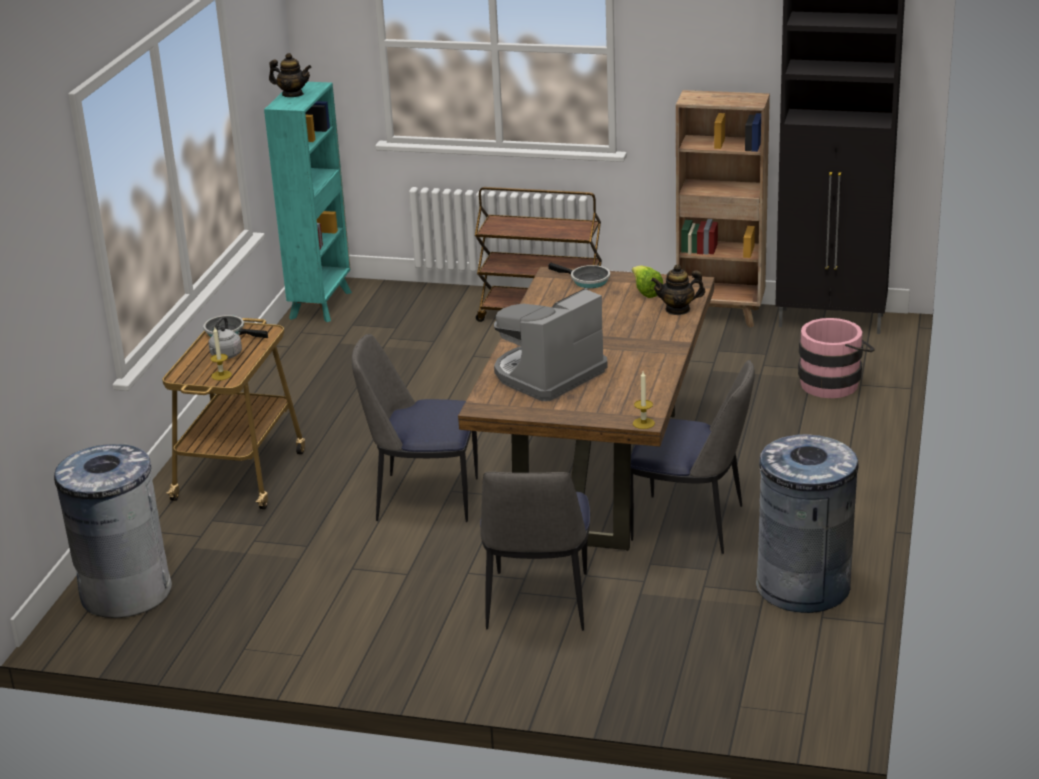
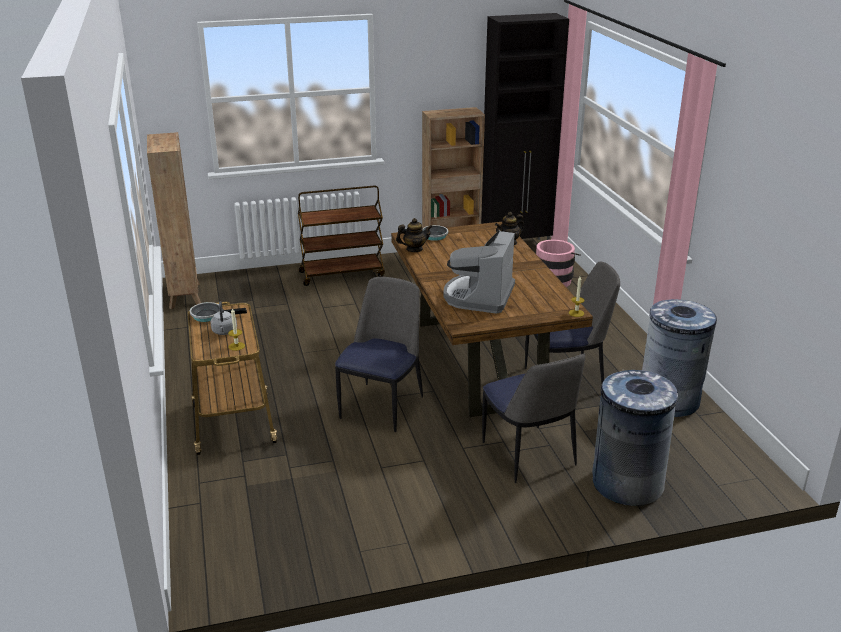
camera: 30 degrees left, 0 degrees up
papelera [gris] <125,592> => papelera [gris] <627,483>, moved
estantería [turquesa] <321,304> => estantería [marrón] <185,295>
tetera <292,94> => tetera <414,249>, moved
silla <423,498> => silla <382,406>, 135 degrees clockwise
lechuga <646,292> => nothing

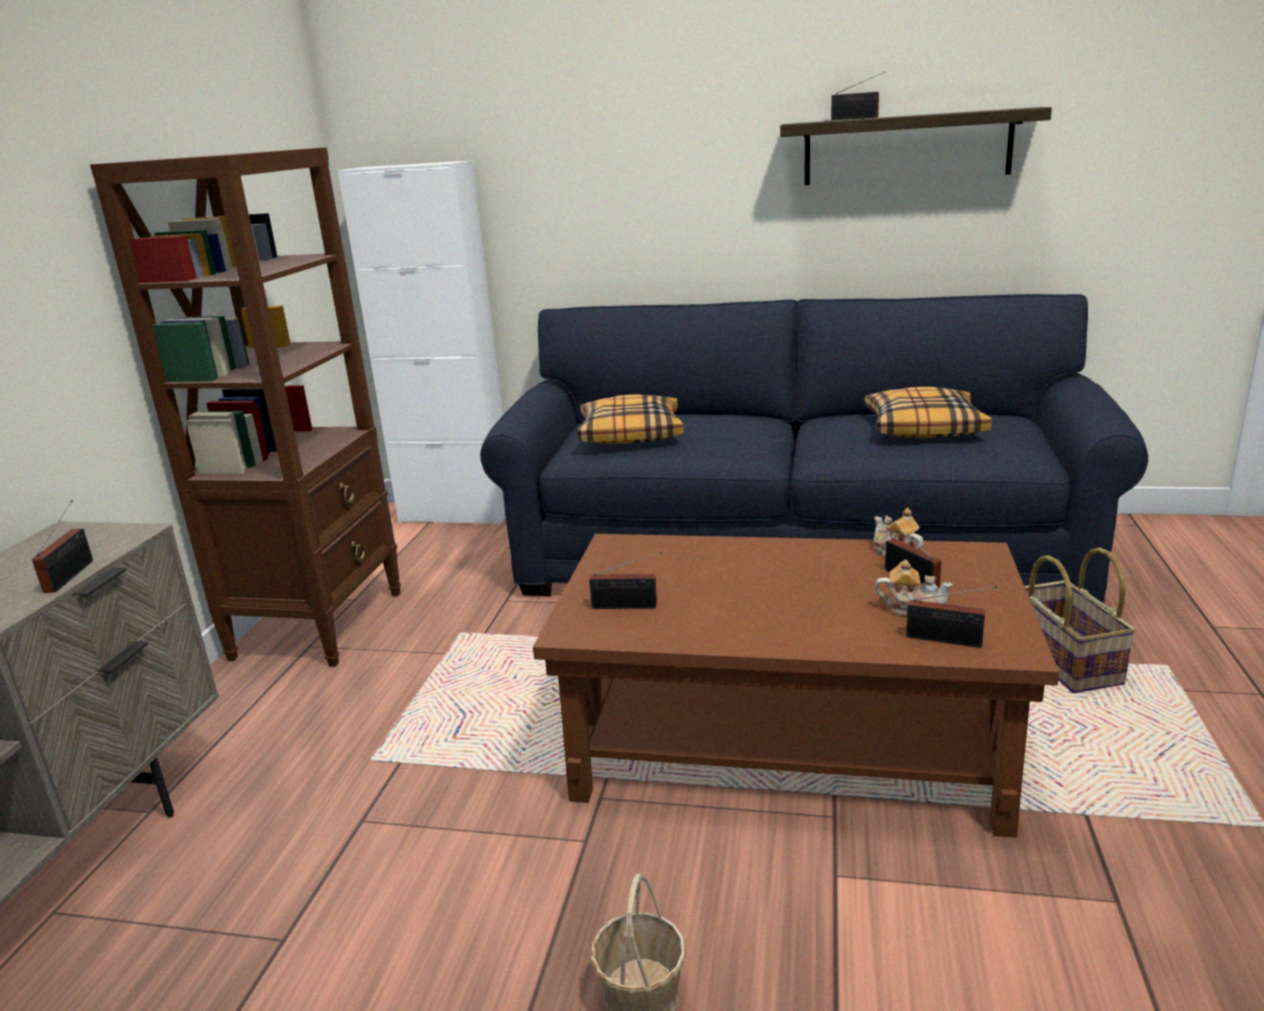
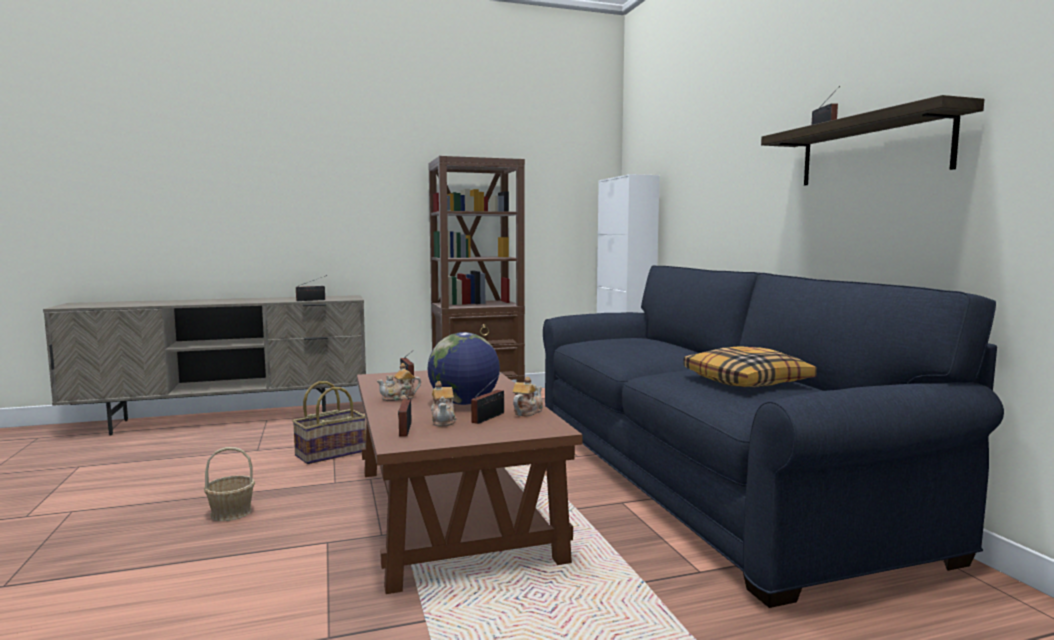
camera: 60 degrees right, 15 degrees down
cojín <630,434> => nothing
cesta <1064,662> => cesta <331,453>, moved
nothing => tetera <399,398>
nothing => globo terráqueo <464,403>

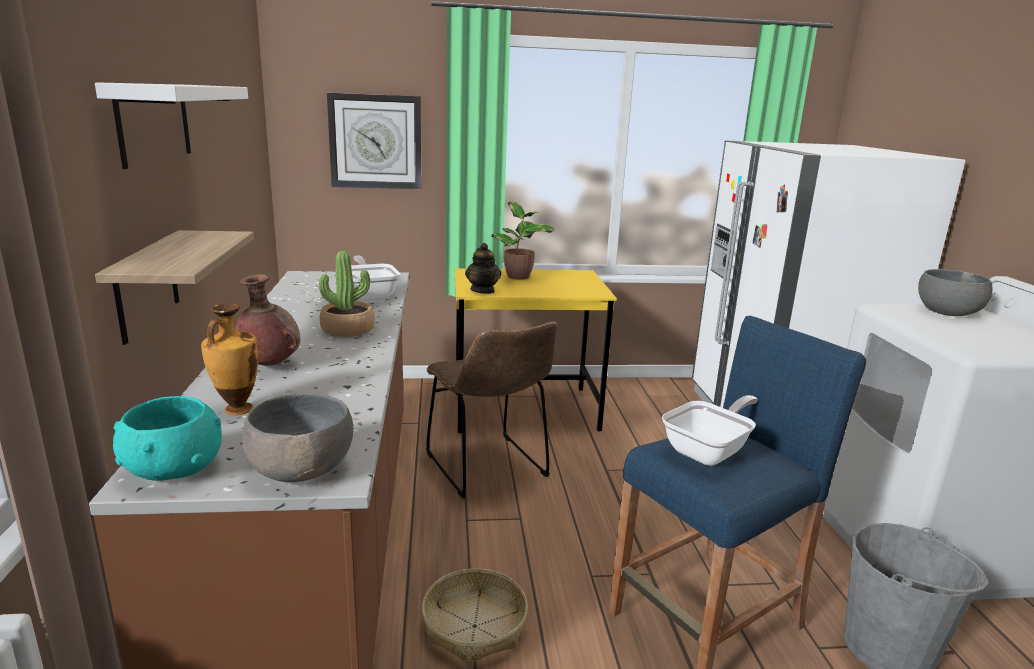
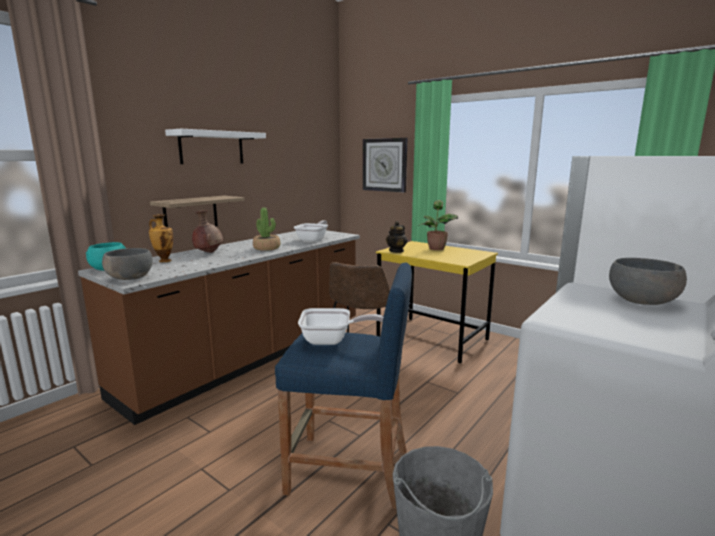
camera: 45 degrees right, 5 degrees down
cesta <474,626> => nothing

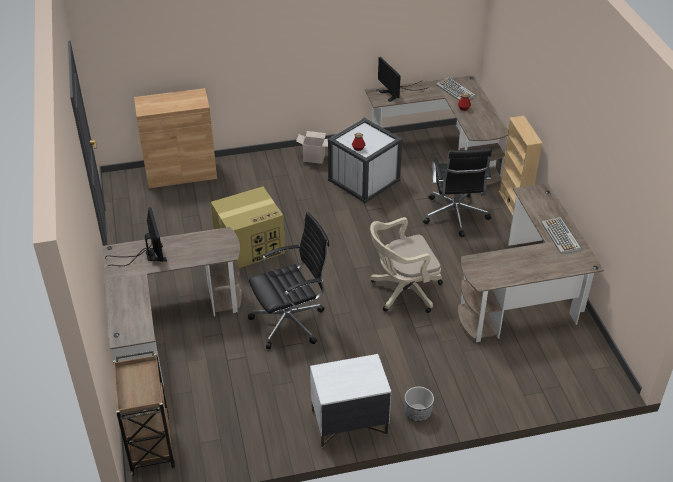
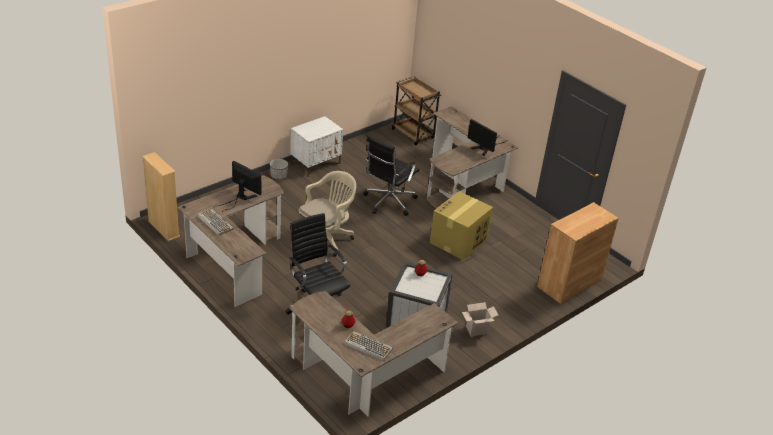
camera: 150 degrees right, 5 degrees down
monitor <396,93> => monitor <240,198>, moved
estantería [beis] <513,204> => estantería [beis] <163,229>, moved

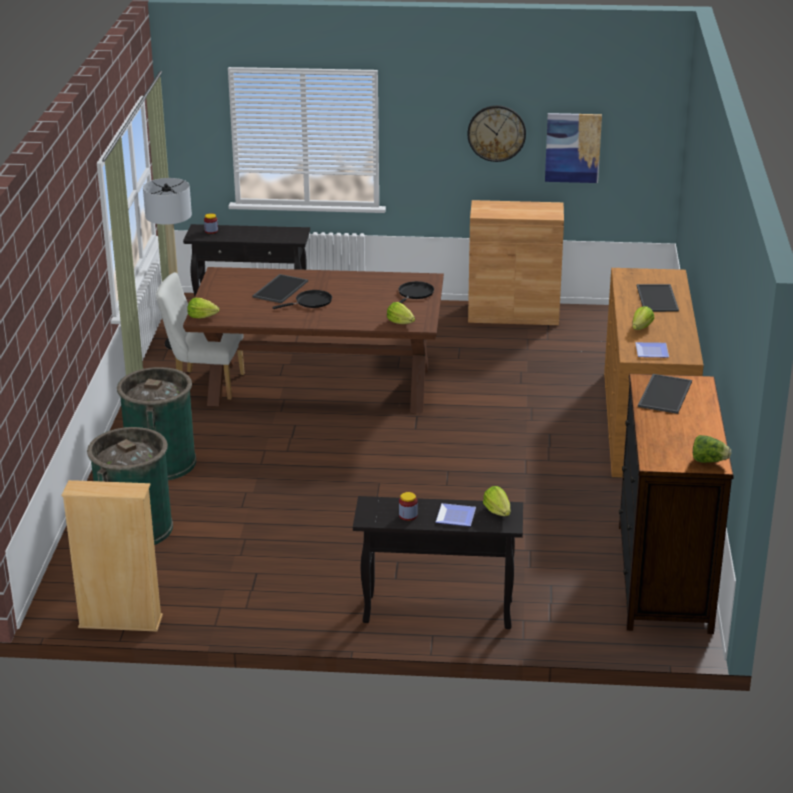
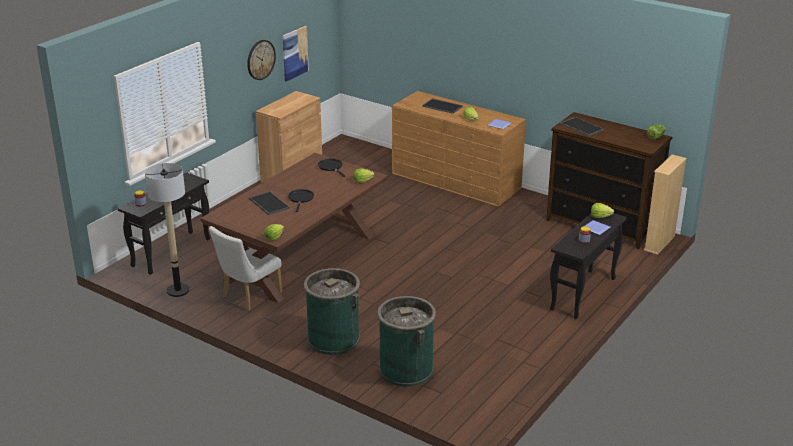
camera: 60 degrees left, 0 degrees up
estantería [beis] <120,622> => estantería [beis] <659,243>, moved

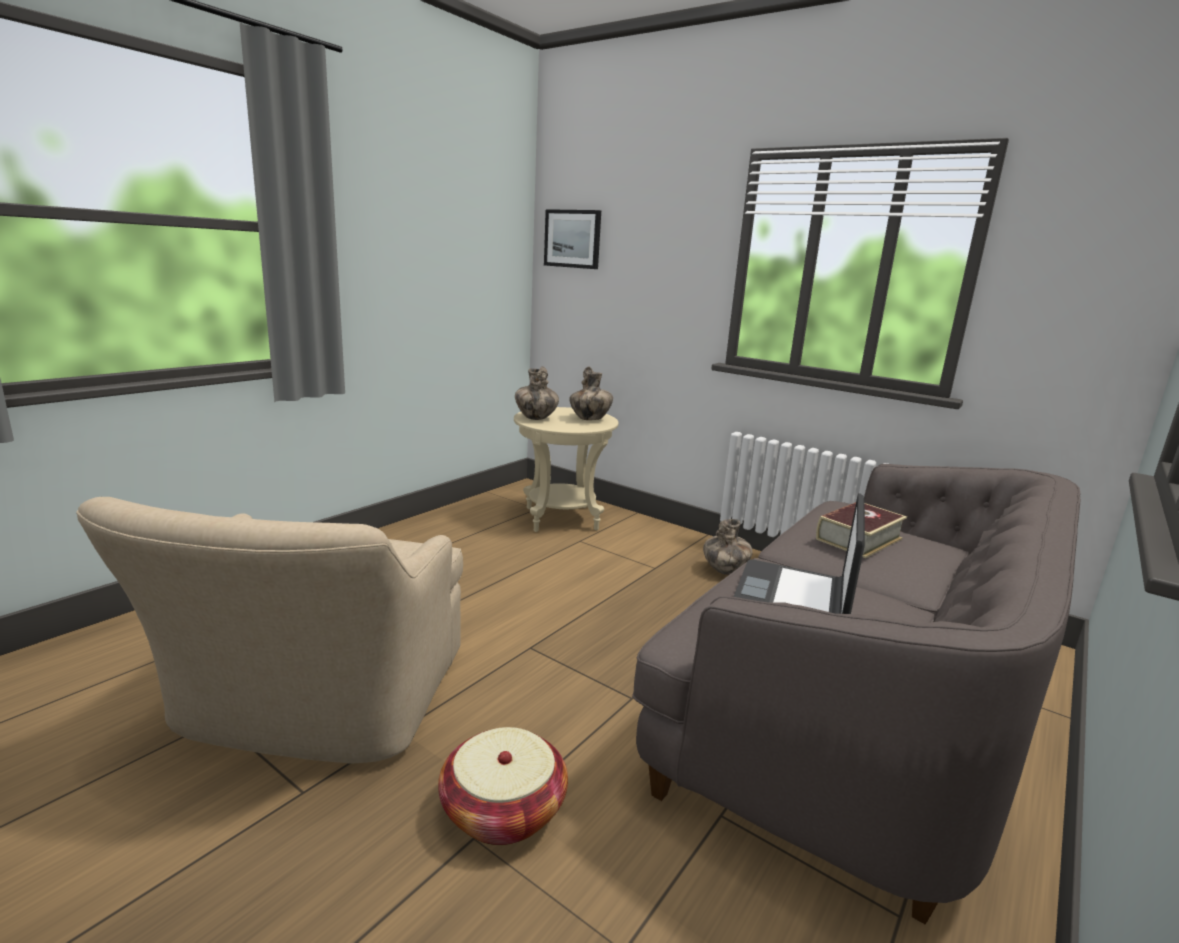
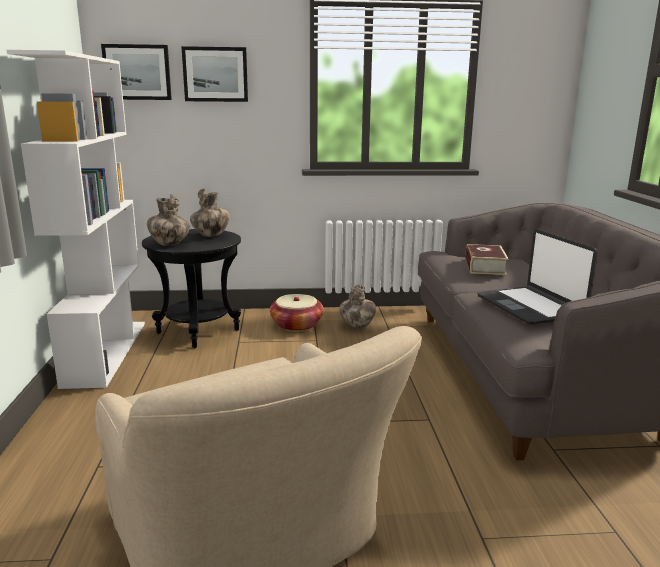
camera: 40 degrees left, 0 degrees up
cesta <503,811> => cesta <296,325>, moved
mesa auxiliar [beis] <561,519> => mesa auxiliar [negro] <198,331>
nothing => estantería [blanco] <106,352>
nothing => cuadro <215,74>

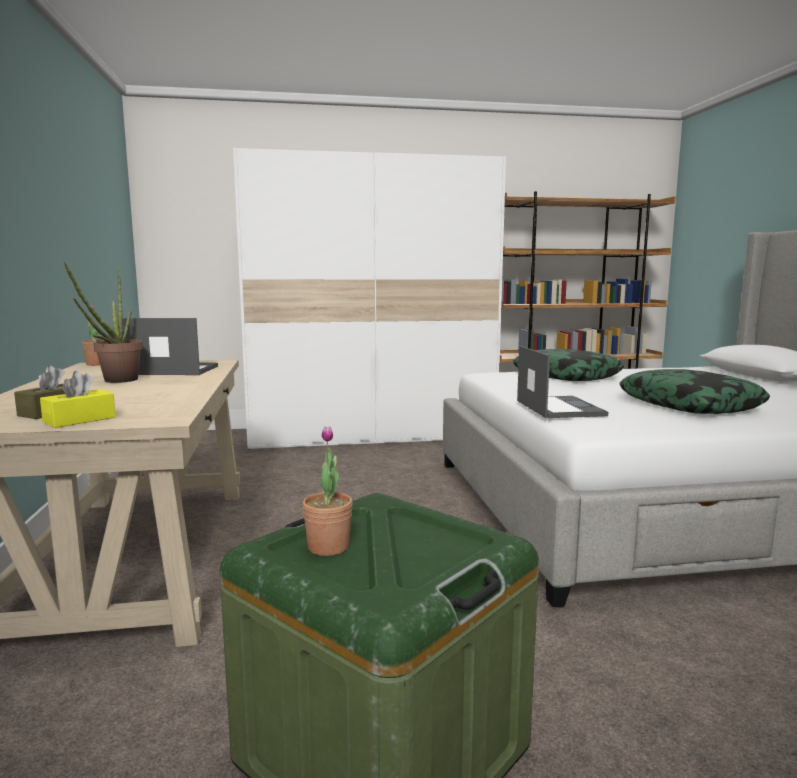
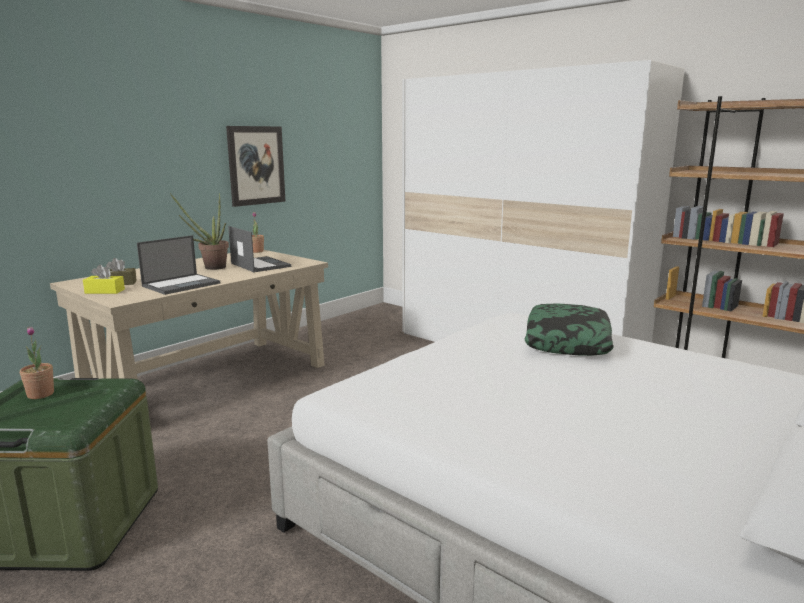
camera: 50 degrees right, 5 degrees up
portátil <558,408> => portátil <182,284>, moved
cojín <689,405> => nothing
nothing => cuadro <256,165>

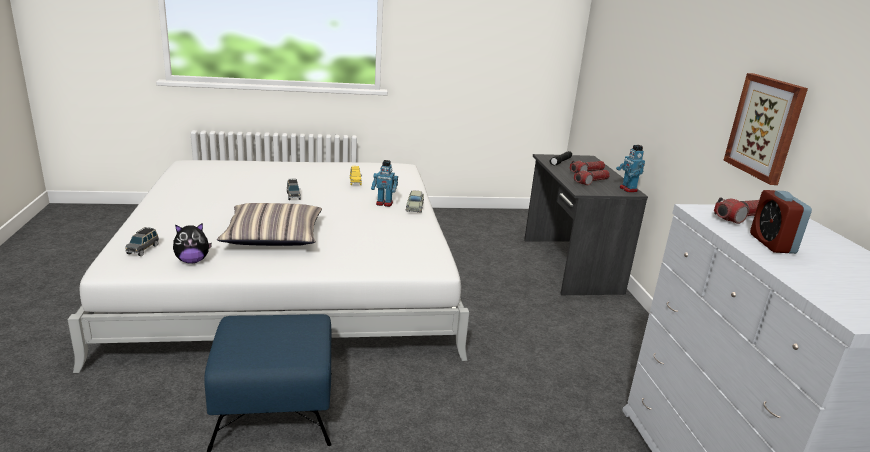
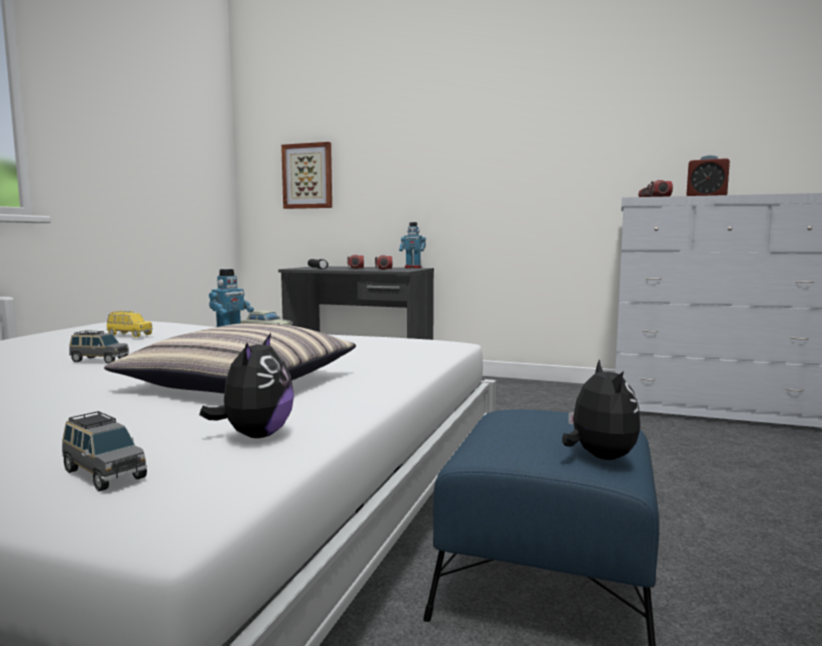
camera: 60 degrees left, 15 degrees down
cuadro <765,127> => cuadro <308,176>, moved
nothing => peluche <599,457>

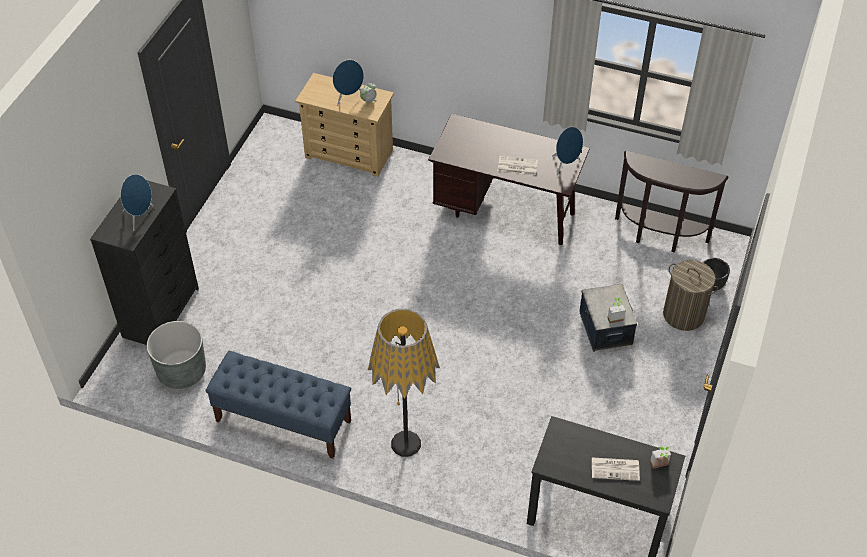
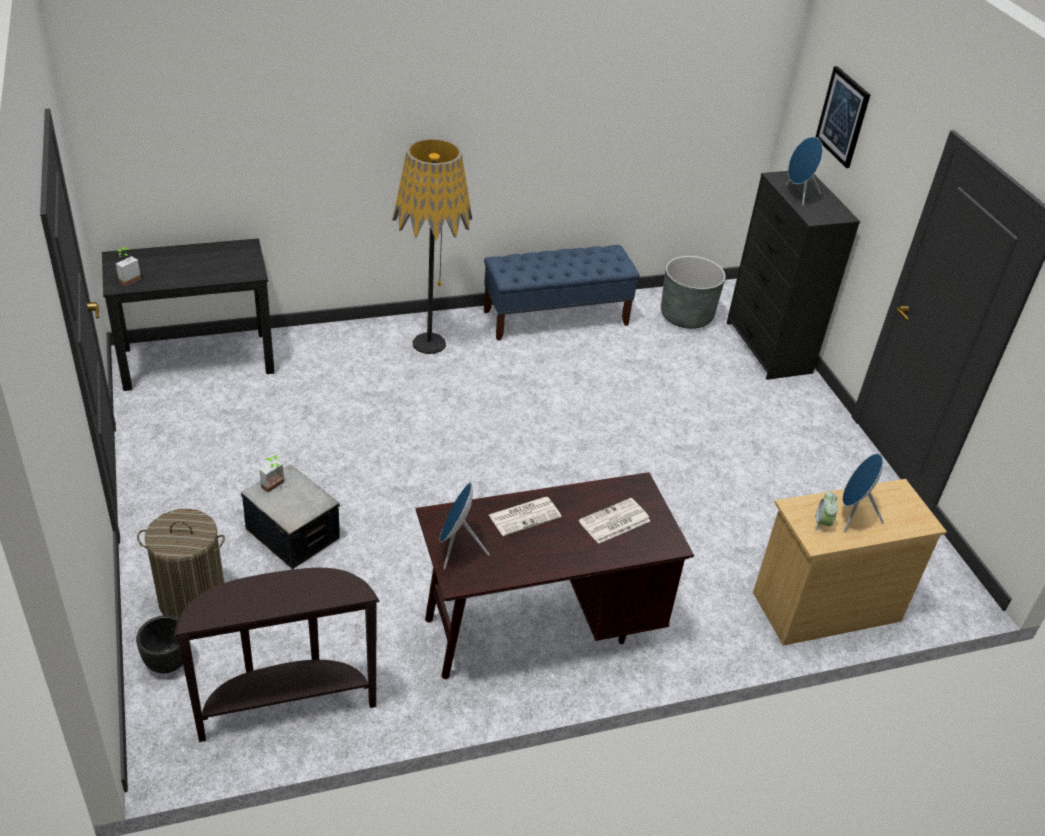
camera: 140 degrees right, 10 degrees down
periódico <616,469> => periódico <614,522>, moved
nothing => cuadro <843,117>

